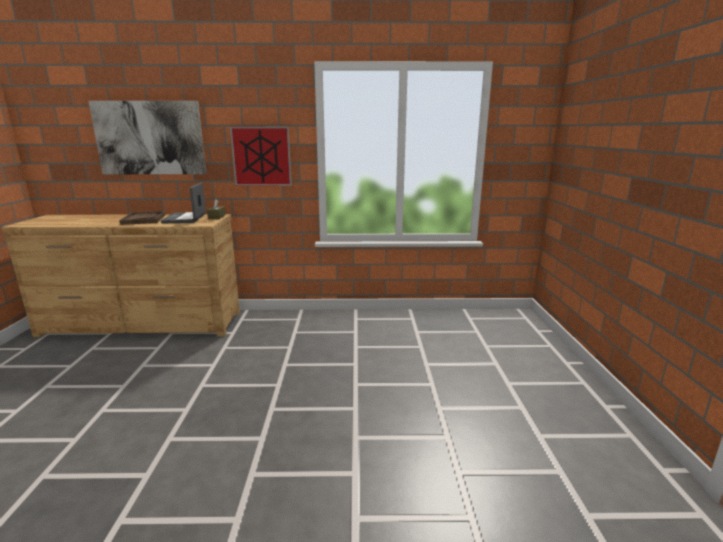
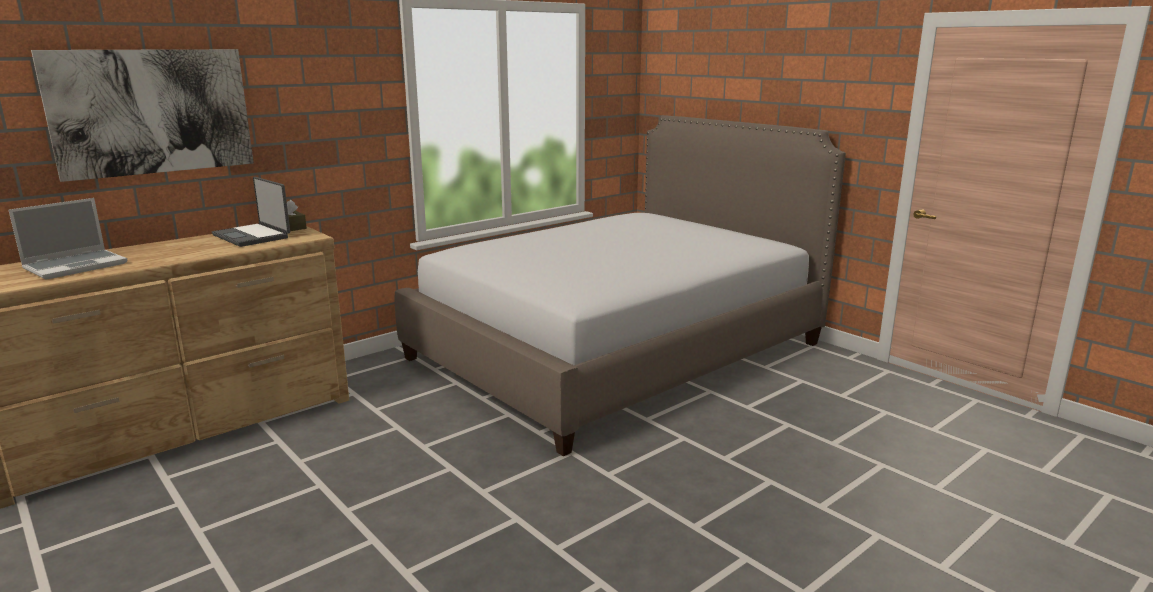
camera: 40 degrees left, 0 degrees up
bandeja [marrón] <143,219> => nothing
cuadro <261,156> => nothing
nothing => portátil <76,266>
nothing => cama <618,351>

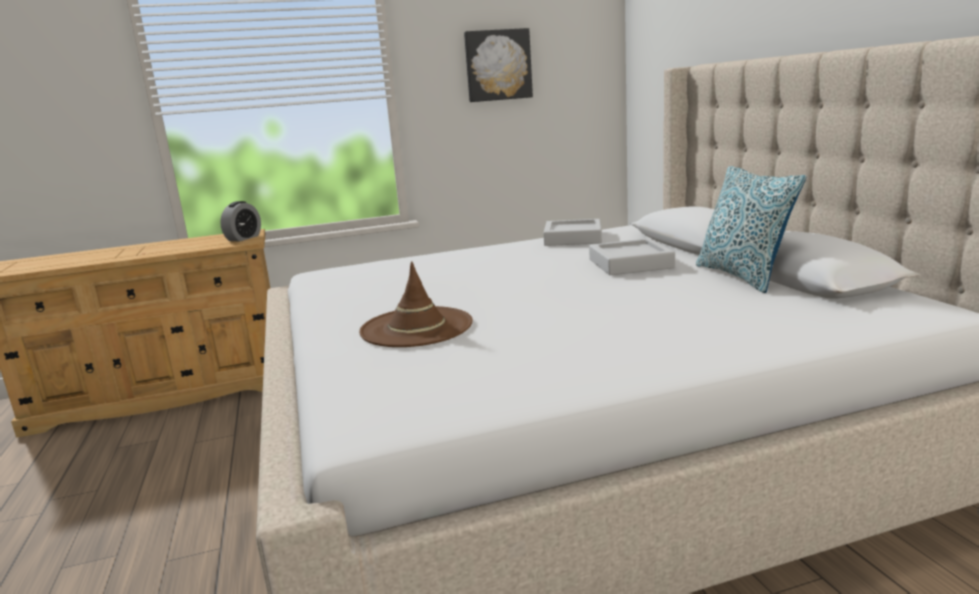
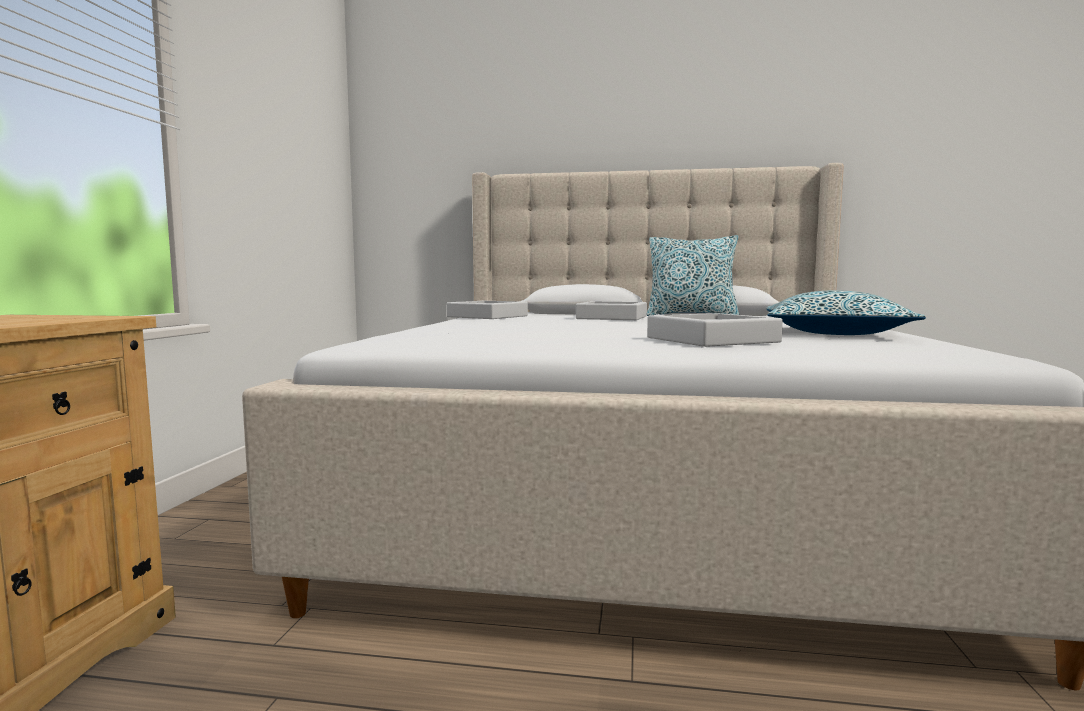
camera: 65 degrees left, 10 degrees down
despertador <244,238> => nothing
sombrero [marrón] <416,327> => bandeja [gris] <711,340>
cuadro <498,65> => nothing
nothing => cojín <834,333>

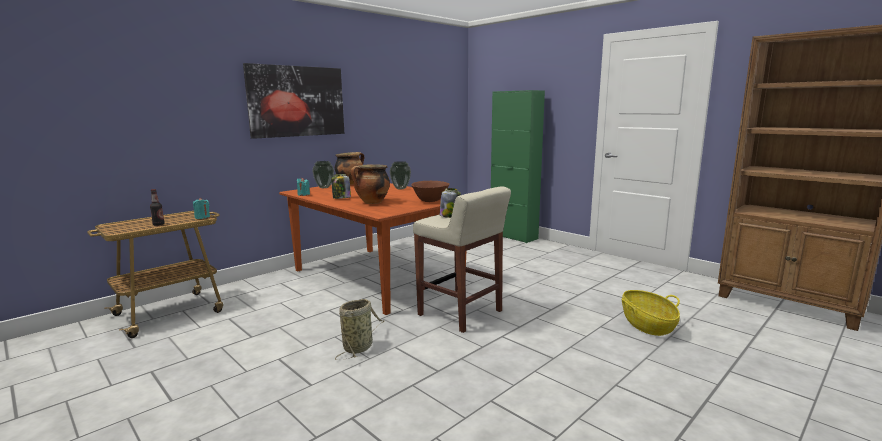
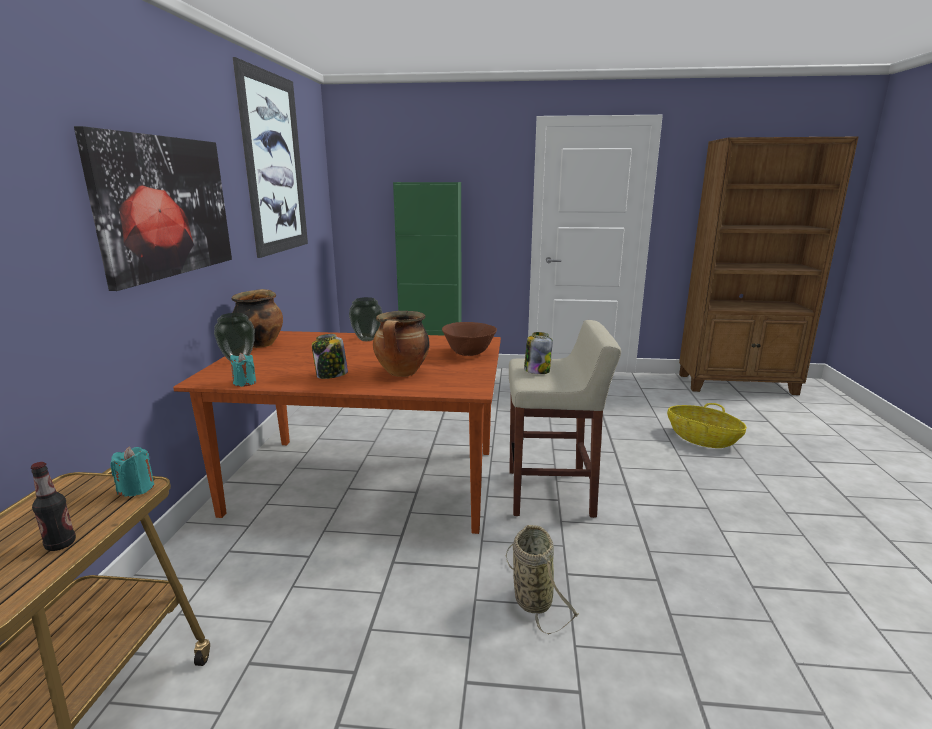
camera: 40 degrees left, 5 degrees up
nothing => cuadro <274,164>

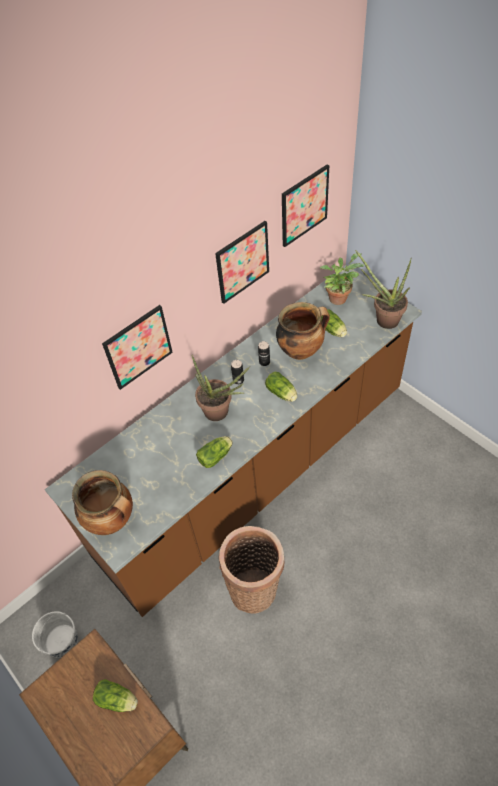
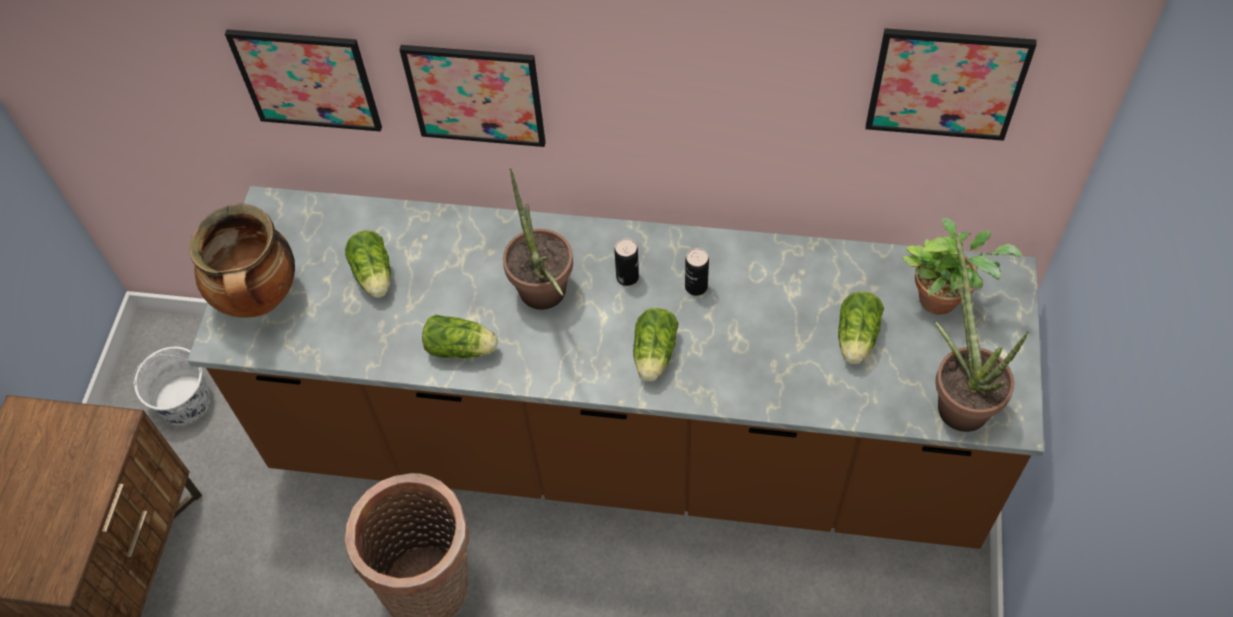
camera: 50 degrees right, 5 degrees up
lechuga <118,700> => lechuga <374,276>, moved
cuadro <242,262> => cuadro <307,79>, moved
olla <301,350> => nothing

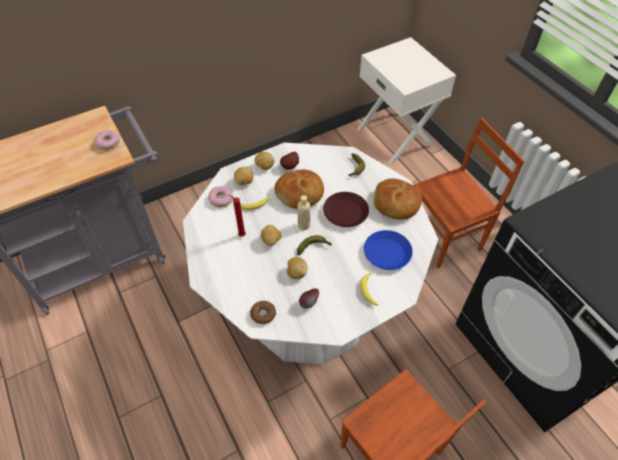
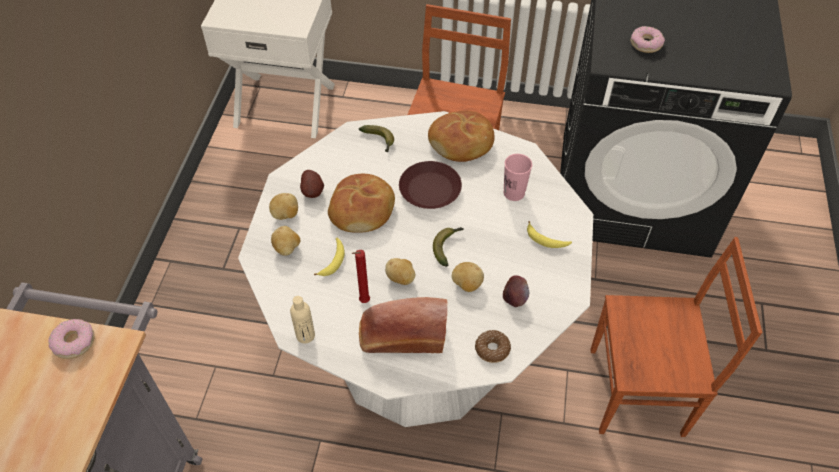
camera: 50 degrees left, 0 degrees up
rosquilla <221,199> => rosquilla <646,44>, moved
botella [beis] <304,225> => botella [beis] <305,335>, moved
plato [azul] <386,253> => taza [rosa] <514,193>
nothing => pan <401,336>

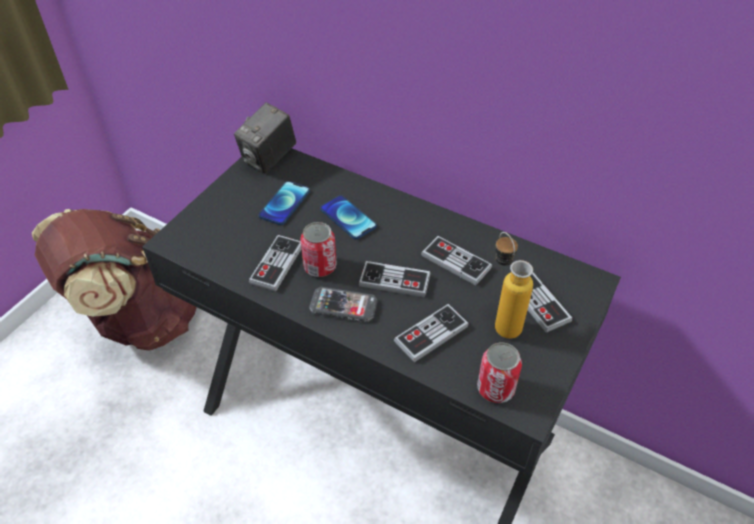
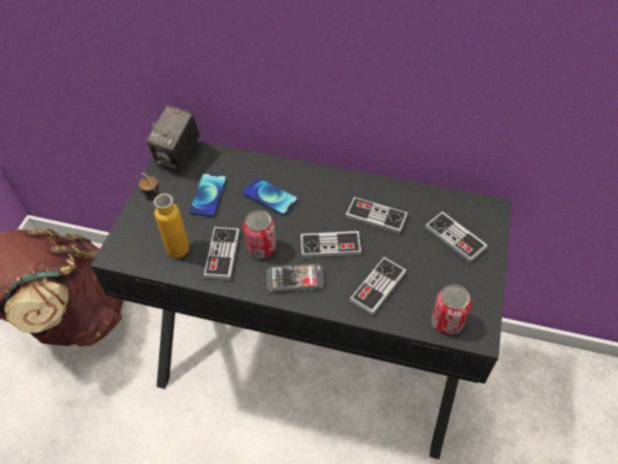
camera: 15 degrees left, 5 degrees up
botella <501,320> => botella <172,244>, moved

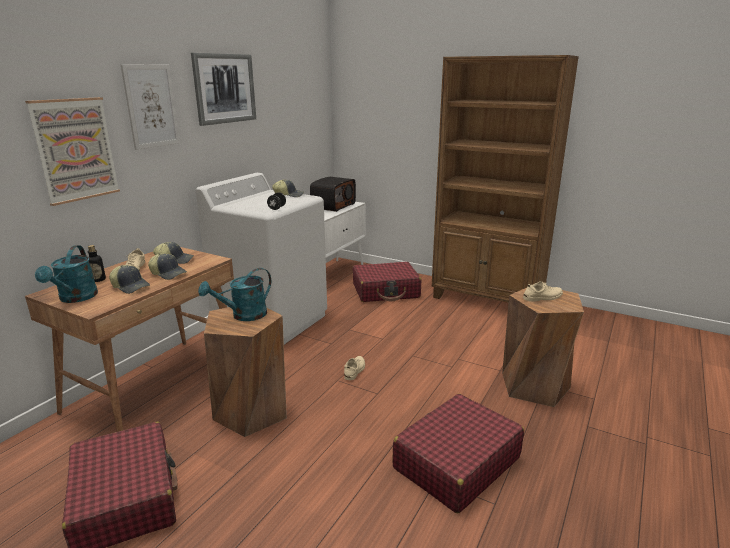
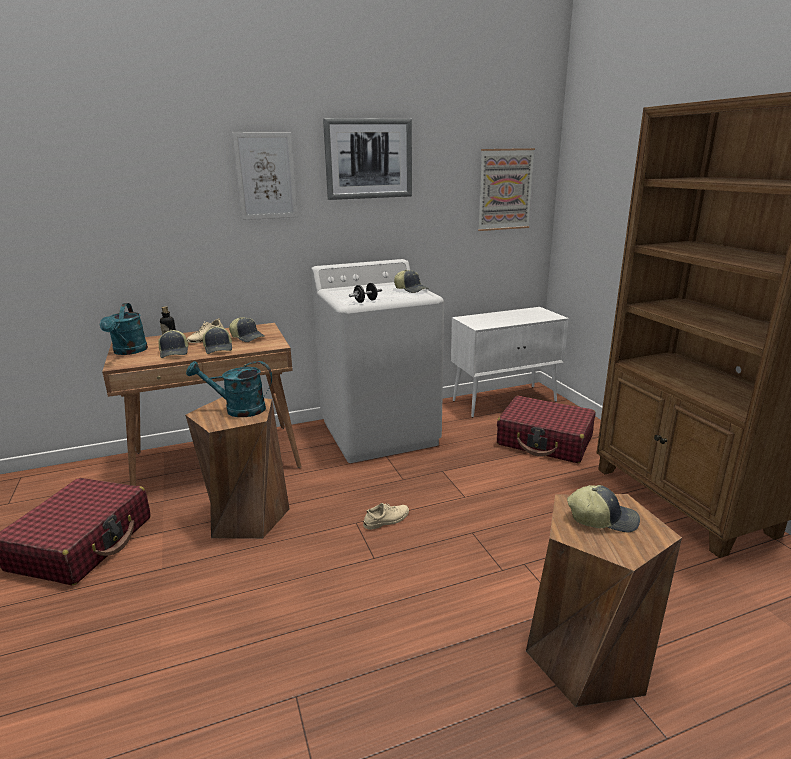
camera: 40 degrees right, 0 degrees up
cuadro <75,150> => cuadro <505,189>, moved
regadera [turquesa] <75,298> => regadera [turquesa] <128,351>, 45 degrees counterclockwise
radio <333,206> => nothing
maleta [rojo] <456,463> => nothing
zapato [beis] <543,297> => gorra <602,518>

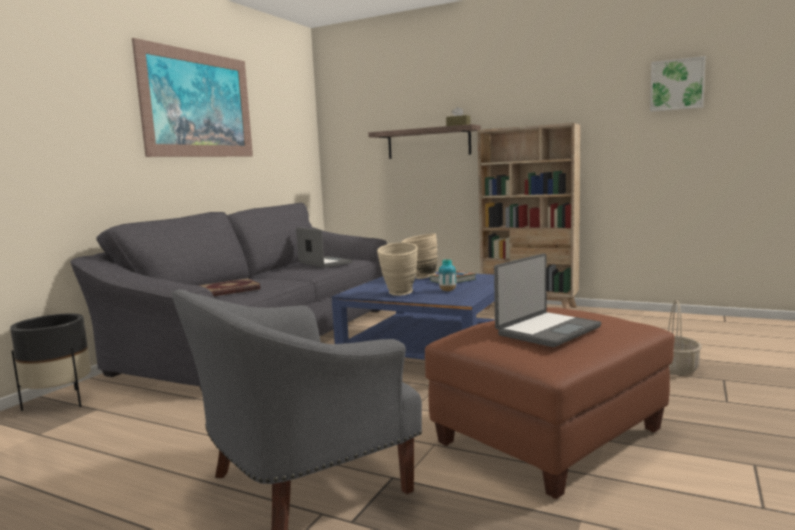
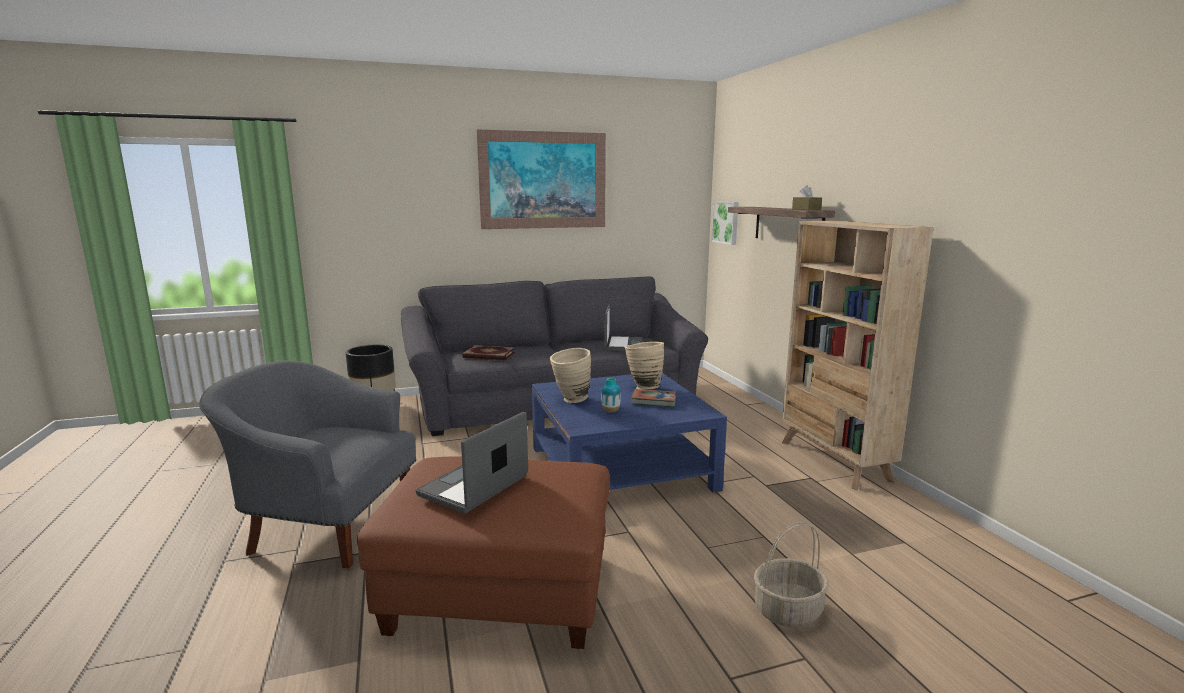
camera: 45 degrees right, 5 degrees up
portátil <546,330> => portátil <475,487>, 120 degrees clockwise
cuadro <677,84> => cuadro <726,222>, moved

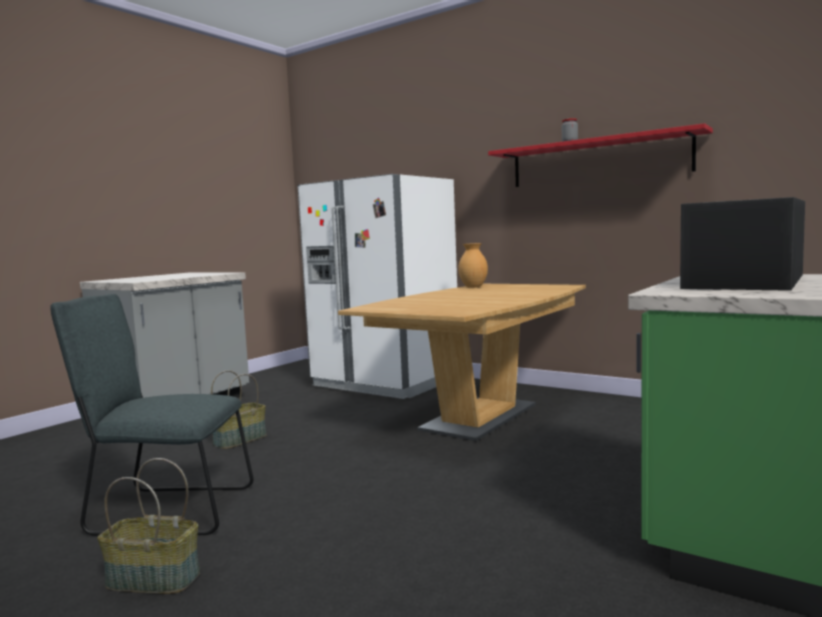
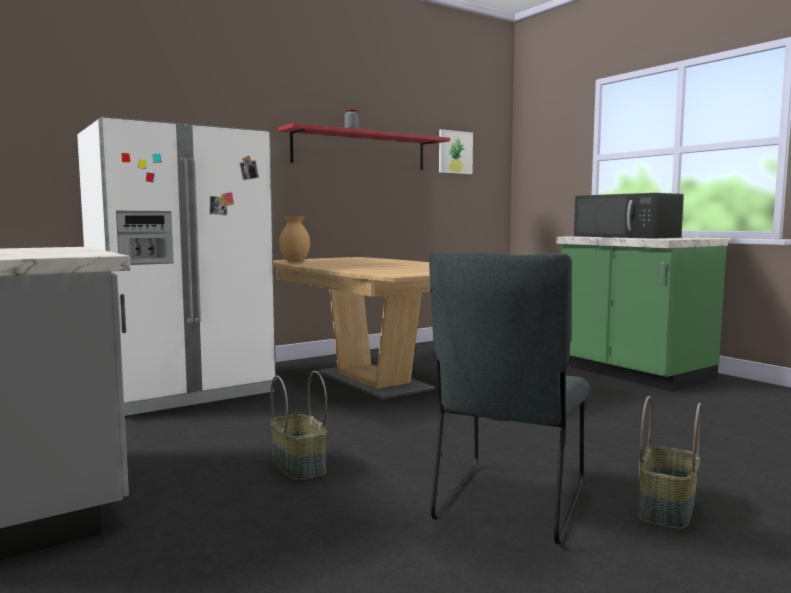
camera: 70 degrees left, 0 degrees up
nothing => cuadro <455,152>

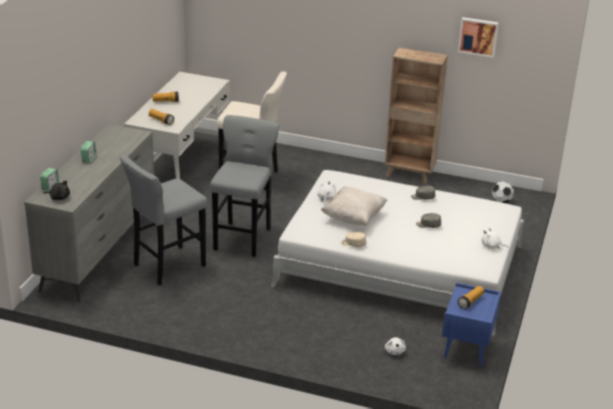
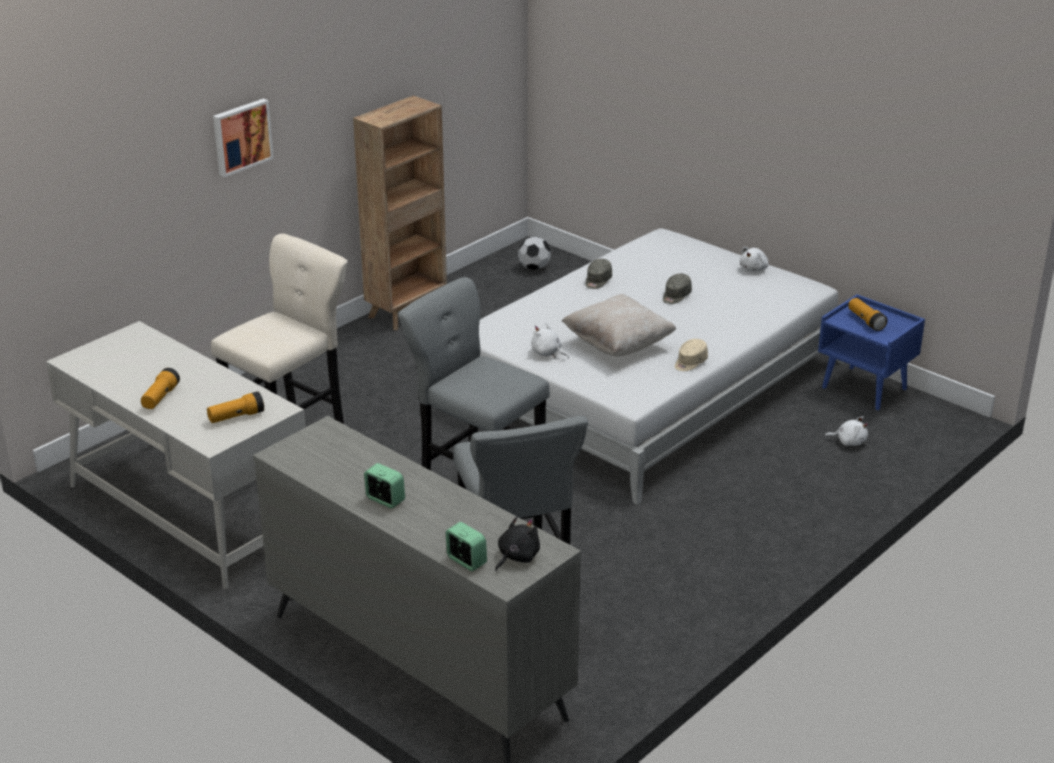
camera: 65 degrees left, 0 degrees up
cuadro <478,36> => cuadro <241,136>, moved

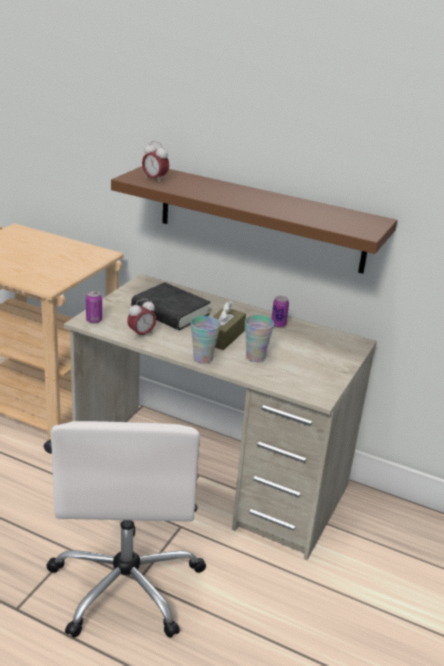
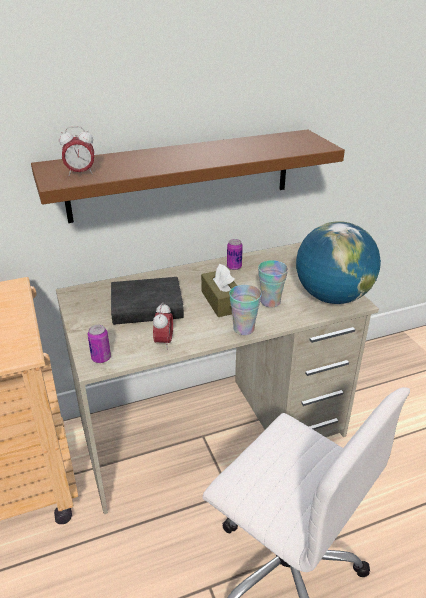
camera: 45 degrees left, 5 degrees up
nothing => globo terráqueo <332,297>

